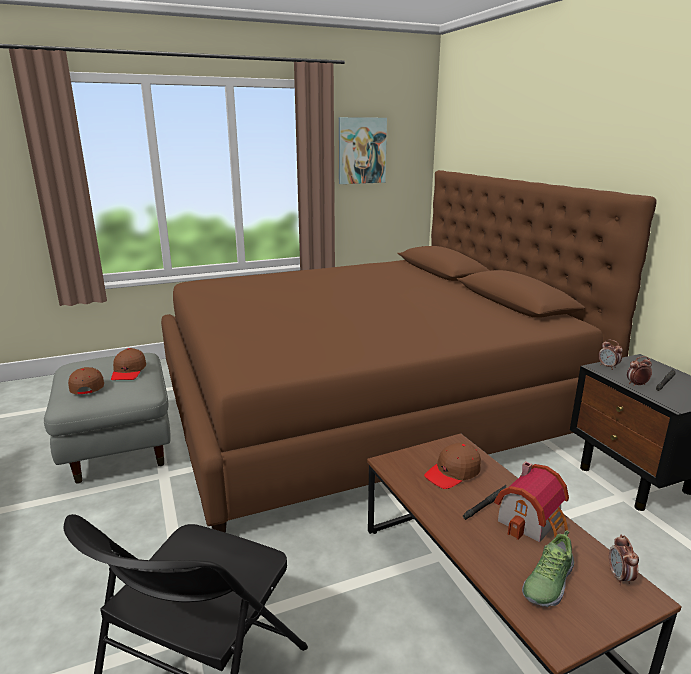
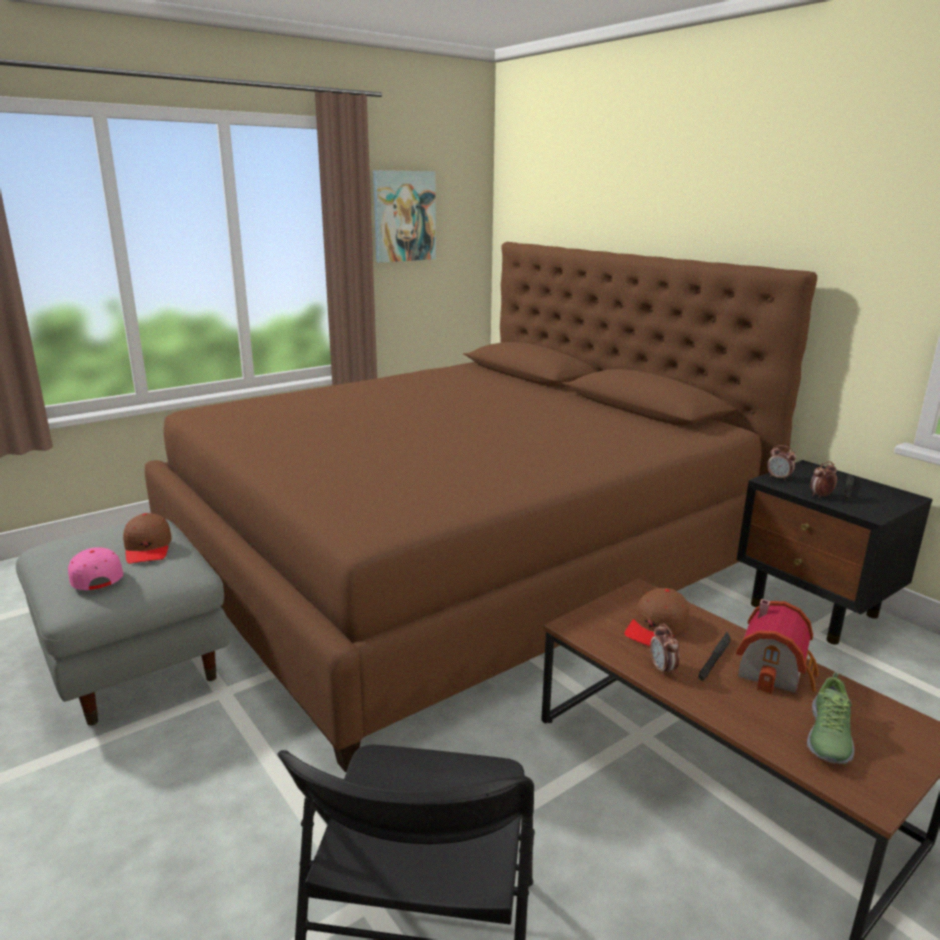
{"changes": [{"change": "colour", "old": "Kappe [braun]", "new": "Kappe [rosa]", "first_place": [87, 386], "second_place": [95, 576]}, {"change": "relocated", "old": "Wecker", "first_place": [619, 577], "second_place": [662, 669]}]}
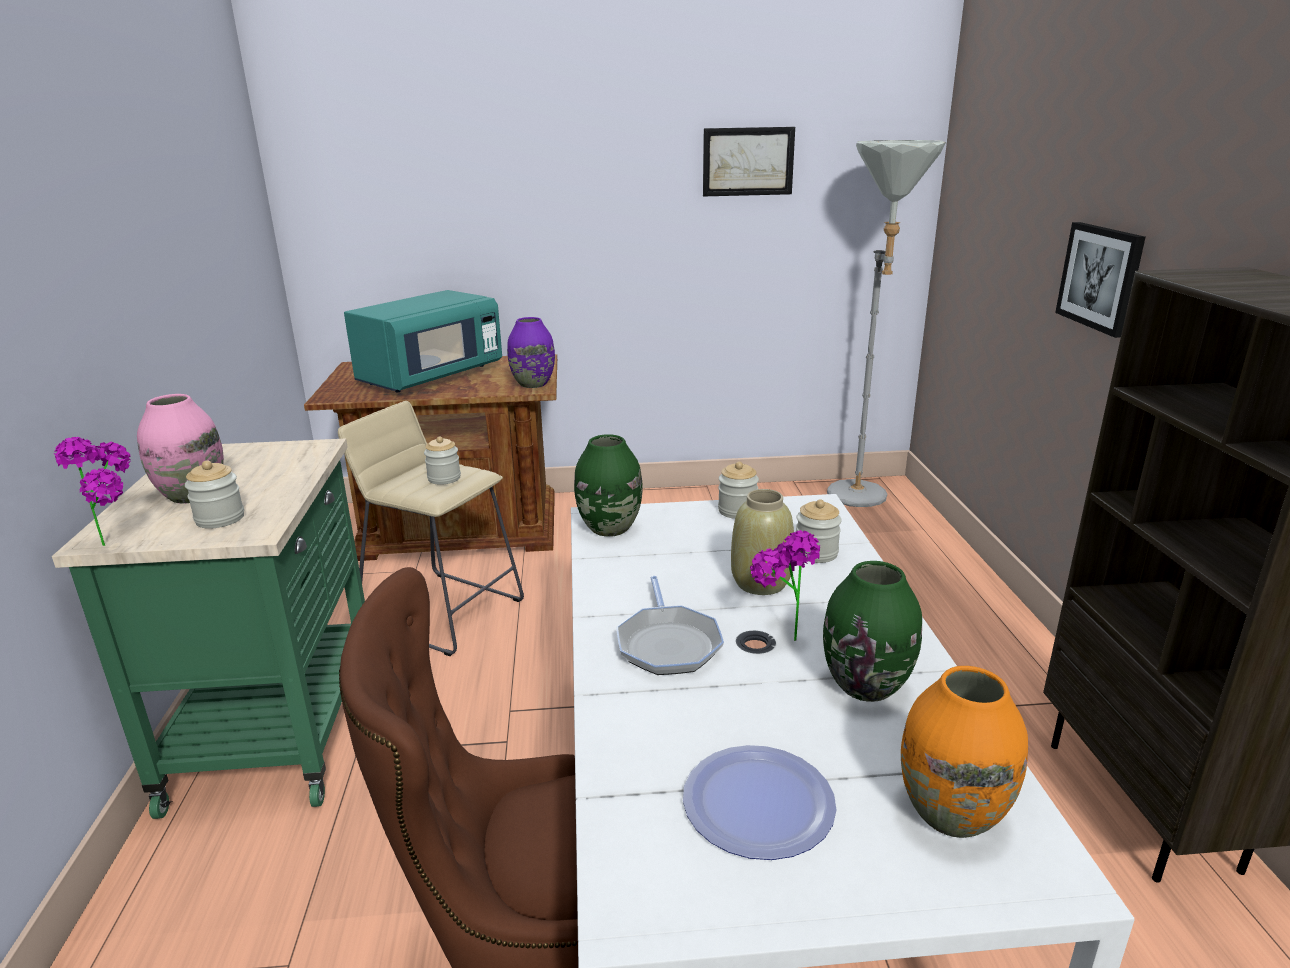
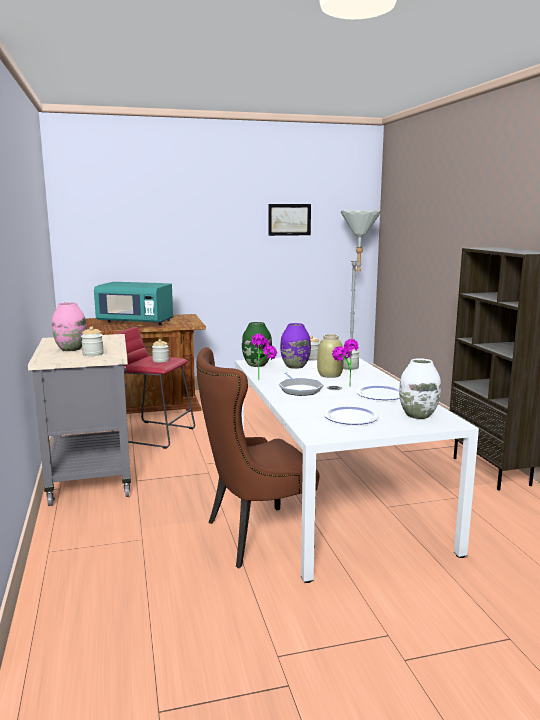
{"changes": [{"change": "missing", "old": "Bild", "first_place": [1101, 277]}, {"change": "spun", "old": "Mikrowelle [türkis]", "first_place": [430, 377], "second_place": [136, 322], "degrees": 75}, {"change": "relocated", "old": "Vase [lila]", "first_place": [532, 384], "second_place": [295, 366]}, {"change": "colour", "old": "Hocker [beige]", "new": "Hocker [rot]", "first_place": [443, 612], "second_place": [154, 434]}, {"change": "relocated", "old": "Topfpflanze", "first_place": [120, 542], "second_place": [263, 378]}, {"change": "colour", "old": "Rollwagen [grün]", "new": "Rollwagen [grau]", "first_place": [276, 730], "second_place": [90, 476]}, {"change": "exchanged", "old": "Vase [grün]", "new": "Teller", "first_place": [866, 685], "second_place": [380, 394]}, {"change": "colour", "old": "Vase [orange]", "new": "Vase [weiß]", "first_place": [950, 813], "second_place": [417, 415]}]}
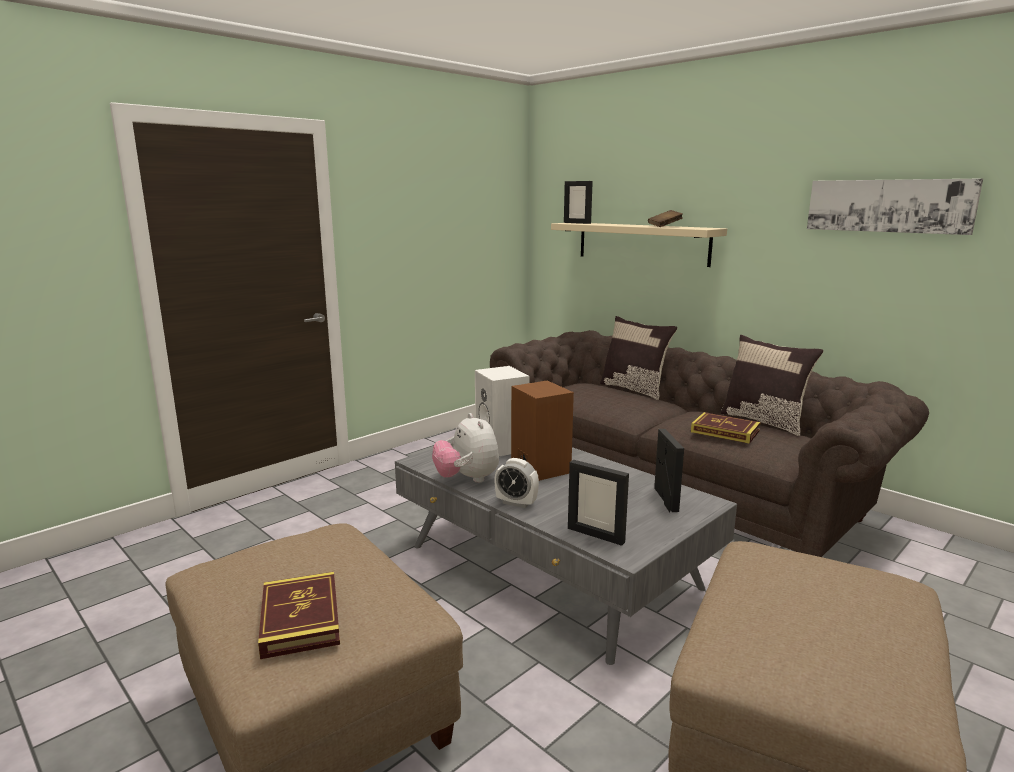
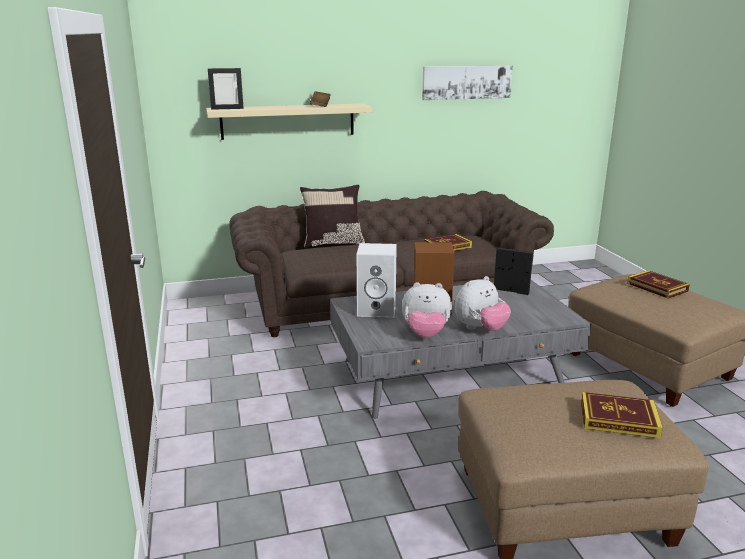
{"changes": [{"change": "missing", "old": "Kissen", "first_place": [764, 422]}, {"change": "exchanged", "old": "Wecker", "new": "Plüschtier", "first_place": [516, 503], "second_place": [480, 329]}, {"change": "missing", "old": "Bilderrahmen", "first_place": [596, 534]}, {"change": "appeared", "new": "Buch", "second_place": [657, 287]}]}
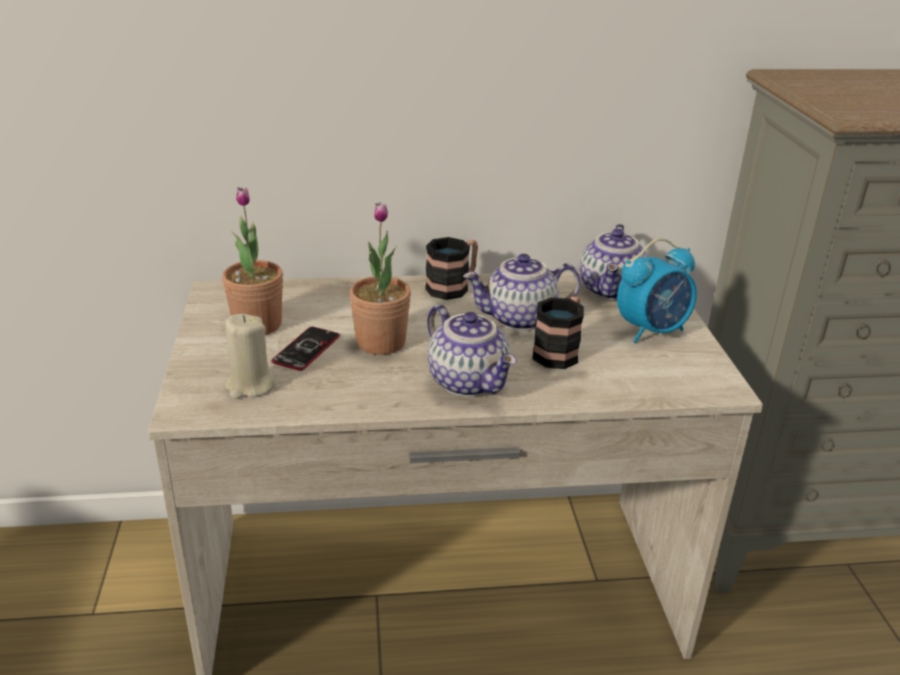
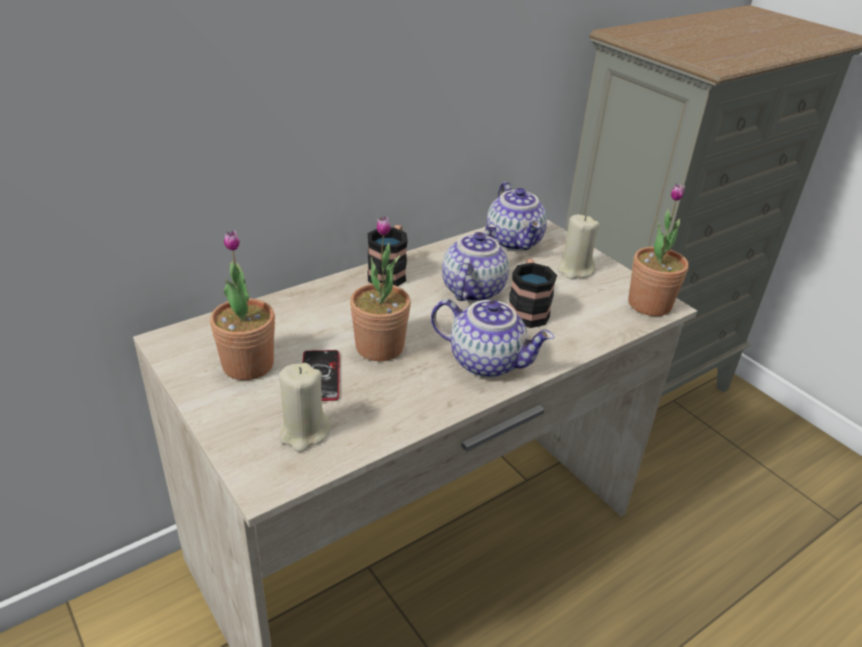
{"changes": [{"change": "exchanged", "old": "Wecker", "new": "Kerze [beige]", "first_place": [652, 331], "second_place": [575, 270]}, {"change": "spun", "old": "Teekanne", "first_place": [519, 320], "second_place": [471, 289], "degrees": 150}, {"change": "appeared", "new": "Topfpflanze", "second_place": [649, 304]}]}
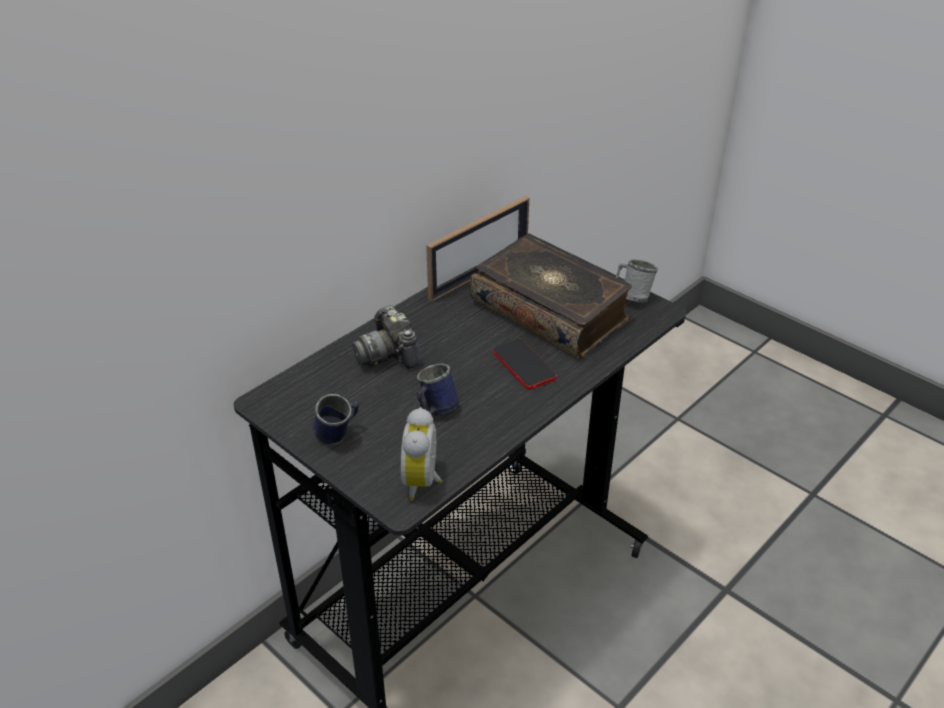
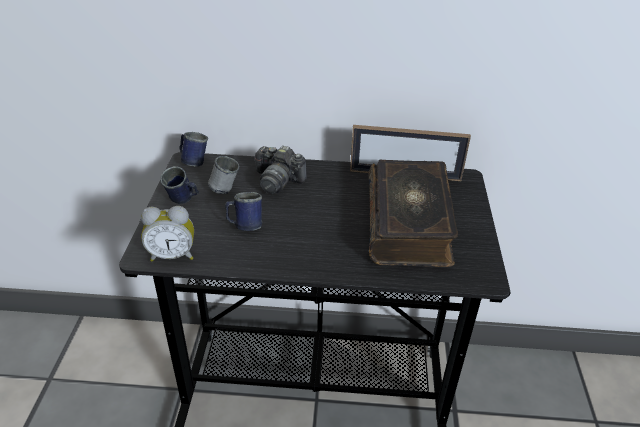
{"changes": [{"change": "relocated", "old": "Henkelbecher [grau]", "first_place": [632, 296], "second_place": [225, 187]}, {"change": "spun", "old": "Kamera", "first_place": [388, 354], "second_place": [278, 181], "degrees": -90}, {"change": "missing", "old": "Handy", "first_place": [524, 365]}, {"change": "spun", "old": "Wecker", "first_place": [424, 482], "second_place": [172, 255], "degrees": -150}, {"change": "appeared", "new": "Henkelbecher [blau]", "second_place": [193, 161]}]}
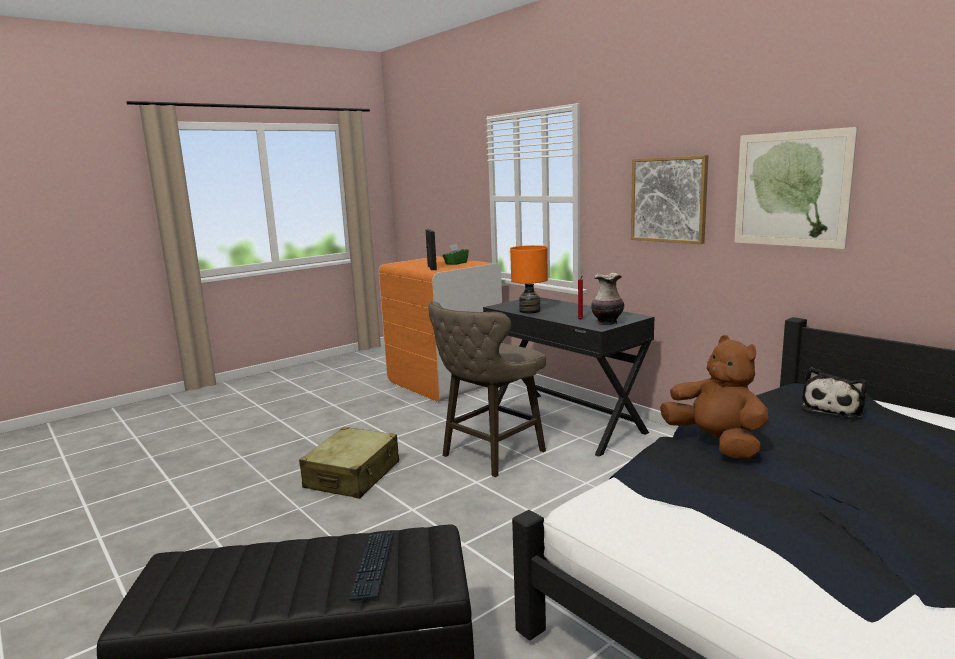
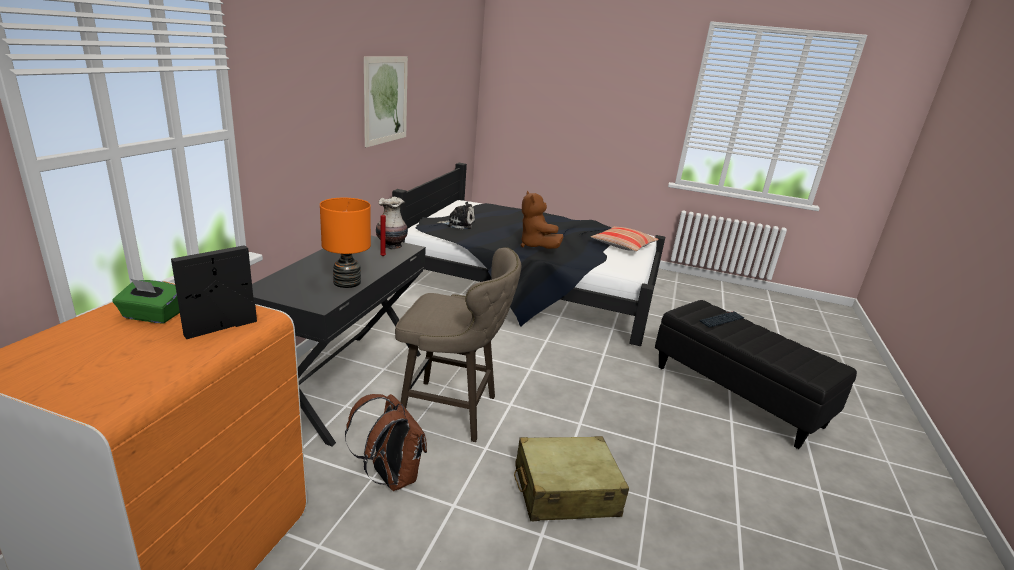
{"changes": [{"change": "missing", "old": "Bild", "first_place": [668, 199]}, {"change": "spun", "old": "Plüschtier [braun]", "first_place": [716, 443], "second_place": [536, 246], "degrees": -45}, {"change": "appeared", "new": "Kissen", "second_place": [623, 245]}, {"change": "appeared", "new": "Rucksack [braun]", "second_place": [390, 476]}]}
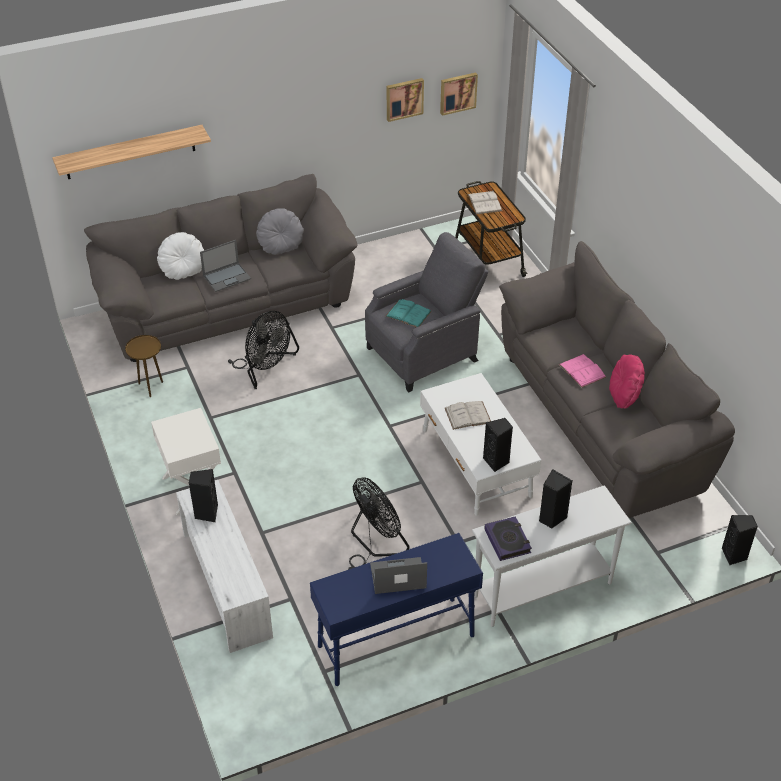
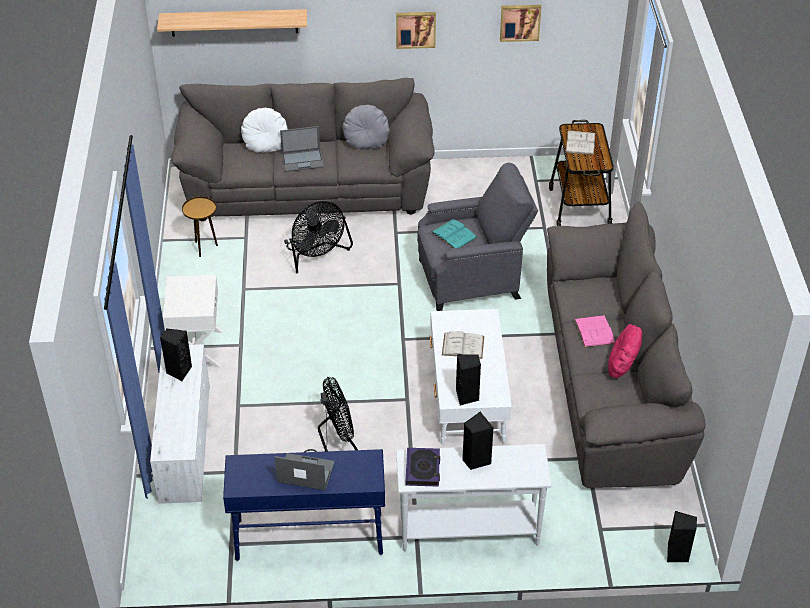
{"changes": [{"change": "relocated", "old": "Bild", "first_place": [457, 93], "second_place": [415, 29]}]}
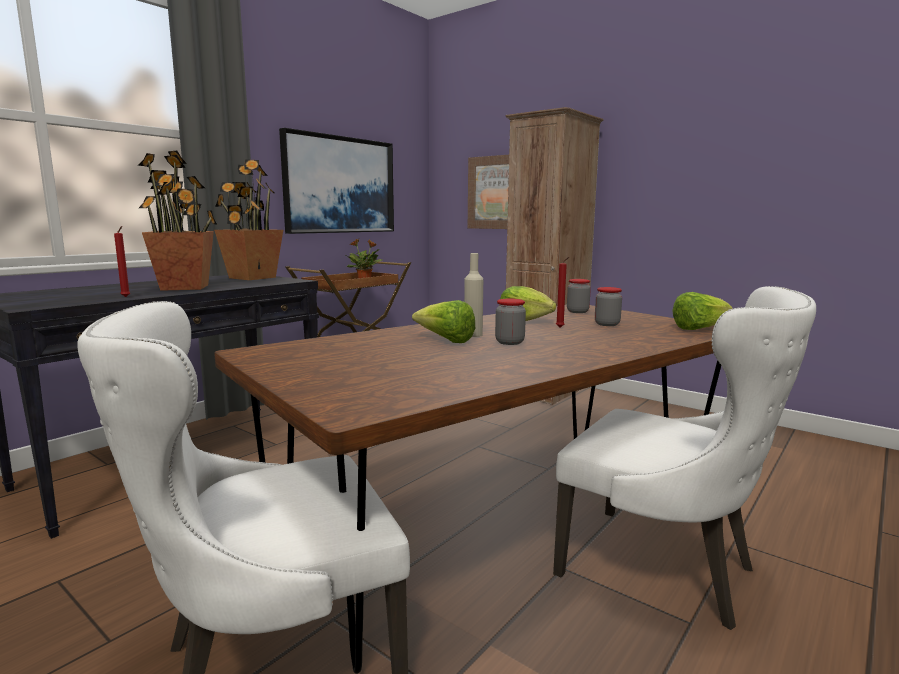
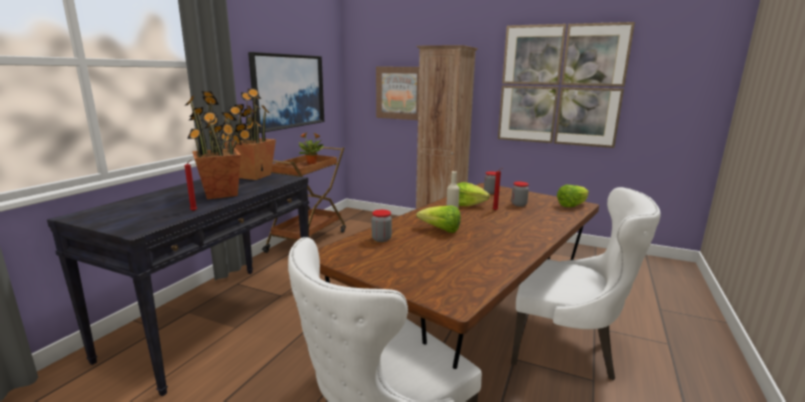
{"changes": [{"change": "relocated", "old": "Vorratsglas", "first_place": [509, 342], "second_place": [381, 239]}, {"change": "appeared", "new": "Bild", "second_place": [560, 85]}]}
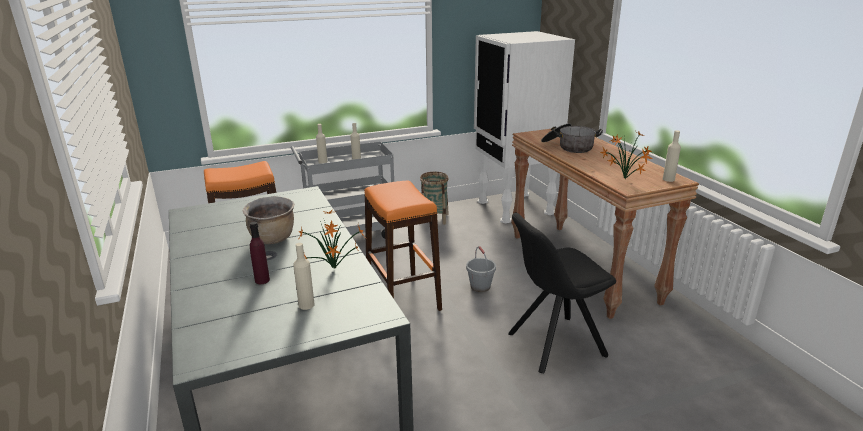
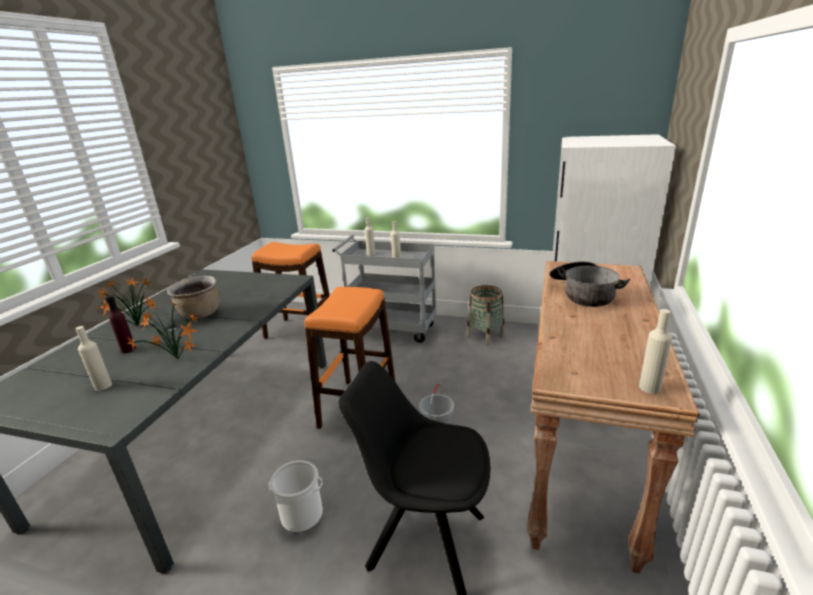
{"changes": [{"change": "relocated", "old": "Topfpflanze", "first_place": [625, 180], "second_place": [136, 327]}, {"change": "appeared", "new": "Eimer", "second_place": [302, 515]}]}
